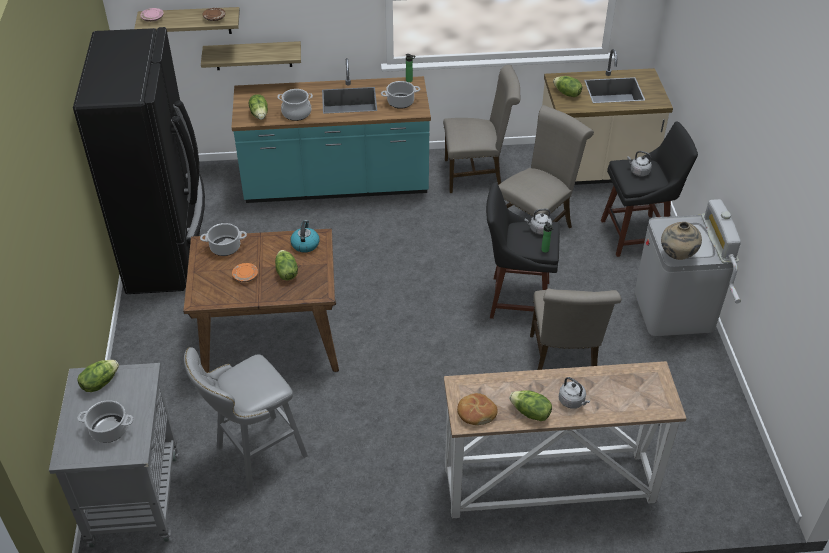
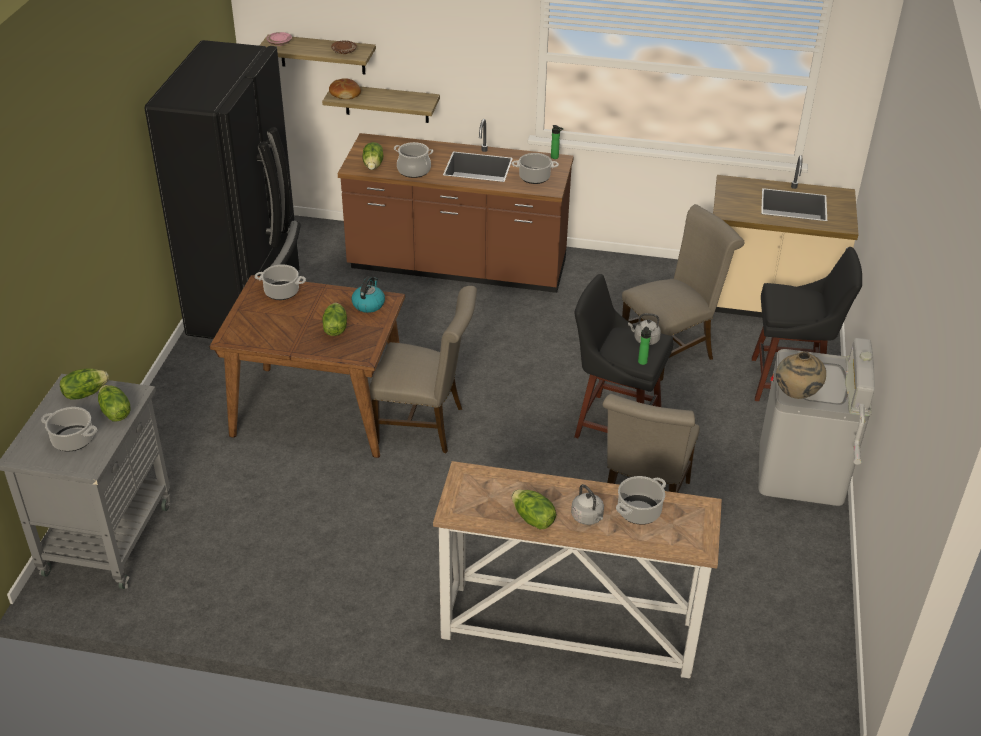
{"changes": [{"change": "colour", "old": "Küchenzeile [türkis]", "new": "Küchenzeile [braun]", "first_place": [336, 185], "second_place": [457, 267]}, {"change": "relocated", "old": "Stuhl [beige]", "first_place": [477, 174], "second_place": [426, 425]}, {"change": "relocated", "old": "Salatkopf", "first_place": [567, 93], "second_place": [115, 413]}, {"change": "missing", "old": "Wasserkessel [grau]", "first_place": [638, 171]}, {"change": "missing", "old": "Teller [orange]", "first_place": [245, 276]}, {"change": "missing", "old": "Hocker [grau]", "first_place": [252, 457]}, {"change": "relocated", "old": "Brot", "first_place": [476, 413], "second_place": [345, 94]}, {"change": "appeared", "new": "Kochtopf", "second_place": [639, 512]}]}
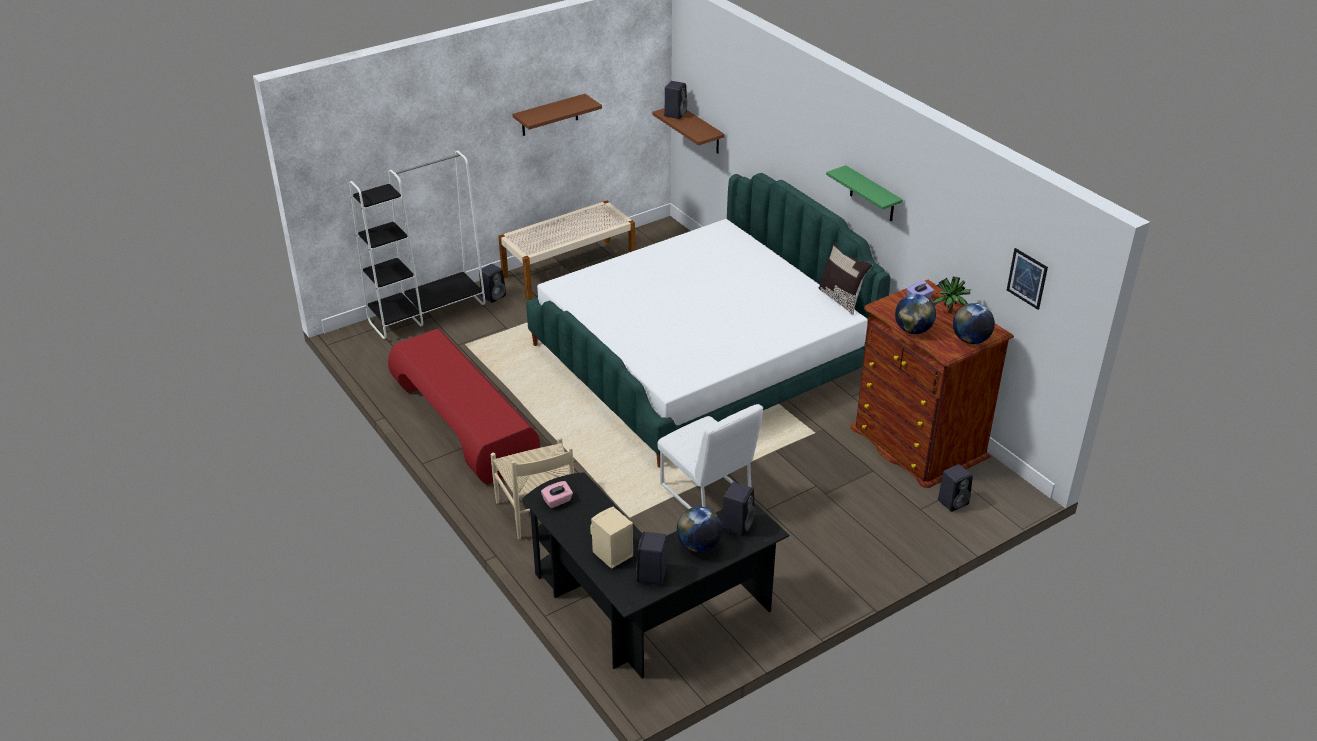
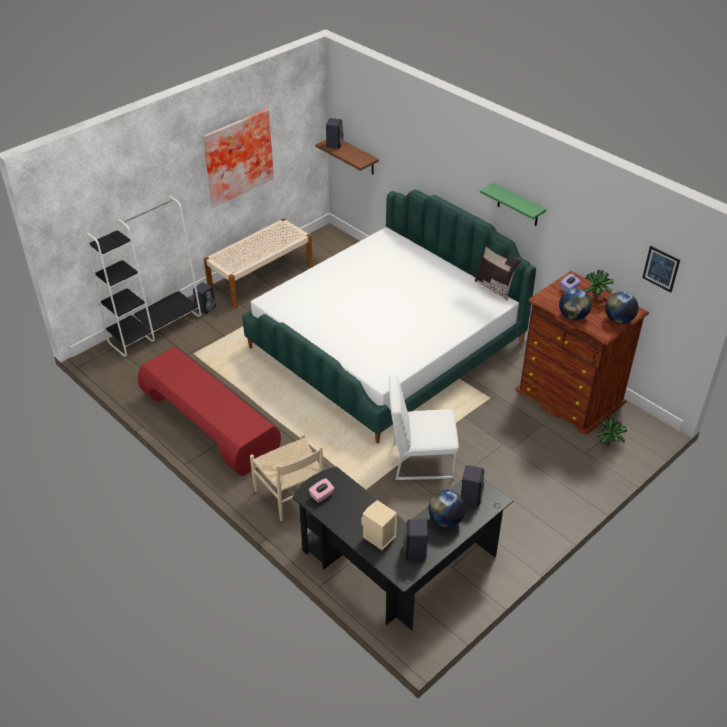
{"changes": [{"change": "exchanged", "old": "Wandregal [braun]", "new": "Bild", "first_place": [549, 115], "second_place": [237, 156]}, {"change": "spun", "old": "Stuhl [weiß]", "first_place": [707, 493], "second_place": [420, 461], "degrees": 135}, {"change": "exchanged", "old": "Lautsprecher [schwarz]", "new": "Topfpflanze", "first_place": [953, 502], "second_place": [609, 443]}]}
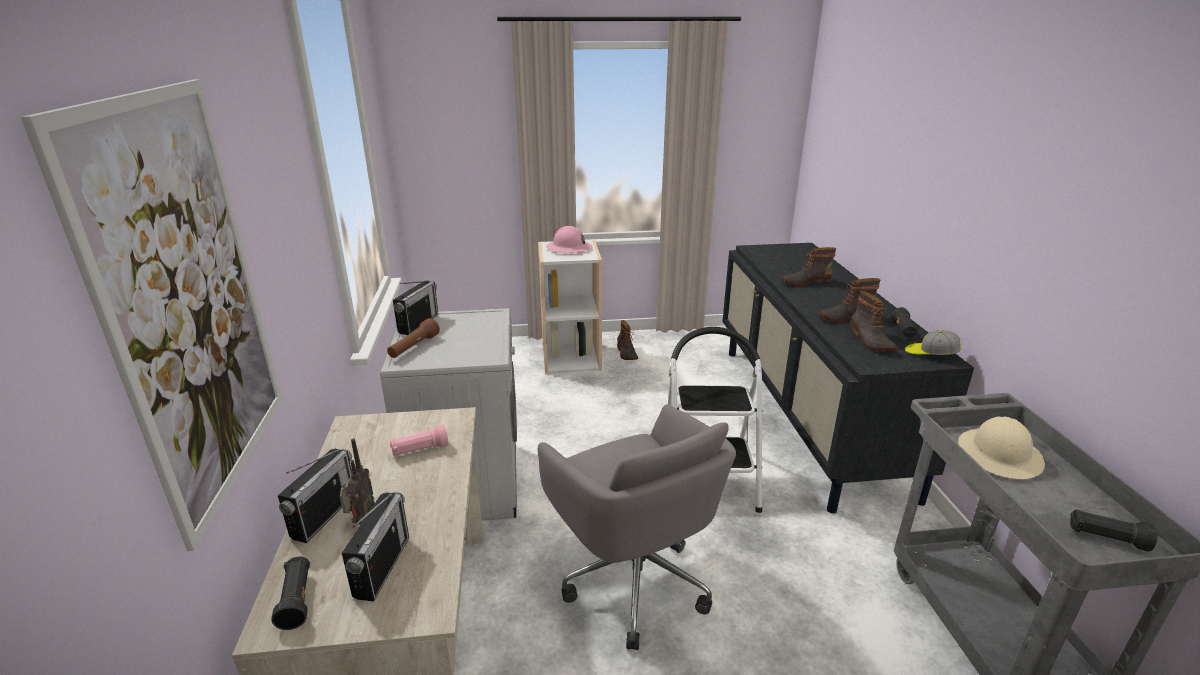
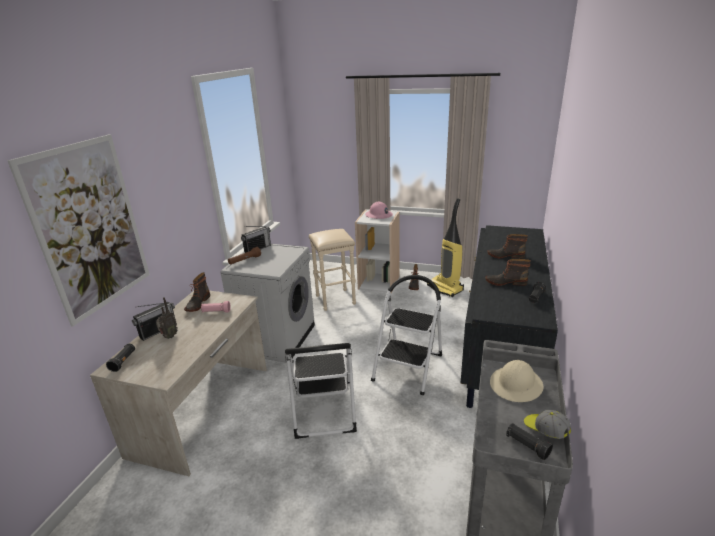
{"changes": [{"change": "relocated", "old": "Stiefel", "first_place": [870, 341], "second_place": [197, 304]}, {"change": "relocated", "old": "Kappe", "first_place": [931, 354], "second_place": [545, 430]}, {"change": "exchanged", "old": "Bürostuhl [grau]", "new": "Trittleiter", "first_place": [632, 581], "second_place": [323, 410]}, {"change": "missing", "old": "Radio", "first_place": [382, 567]}, {"change": "appeared", "new": "Staubsauger", "second_place": [445, 288]}, {"change": "appeared", "new": "Hocker [beige]", "second_place": [336, 299]}]}
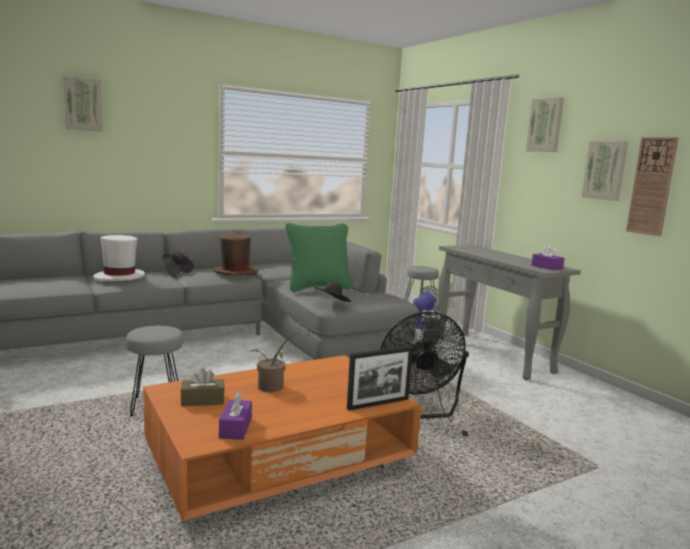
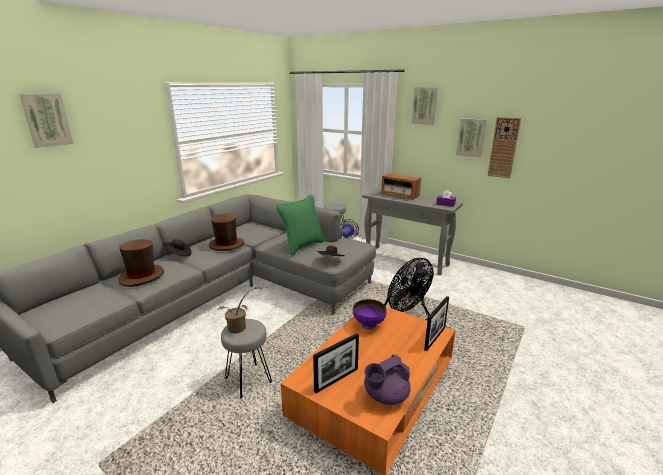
{"changes": [{"change": "colour", "old": "Hut [weiß]", "new": "Hut [braun]", "first_place": [119, 277], "second_place": [142, 276]}, {"change": "relocated", "old": "Topfpflanze", "first_place": [273, 387], "second_place": [239, 328]}, {"change": "exchanged", "old": "Taschentuchbox [braun]", "new": "Bilderrahmen", "first_place": [202, 400], "second_place": [336, 380]}, {"change": "exchanged", "old": "Taschentuchbox [lila]", "new": "Teekanne [lila]", "first_place": [235, 428], "second_place": [385, 396]}, {"change": "appeared", "new": "Radio", "second_place": [400, 195]}, {"change": "appeared", "new": "Schüssel [lila]", "second_place": [369, 325]}]}
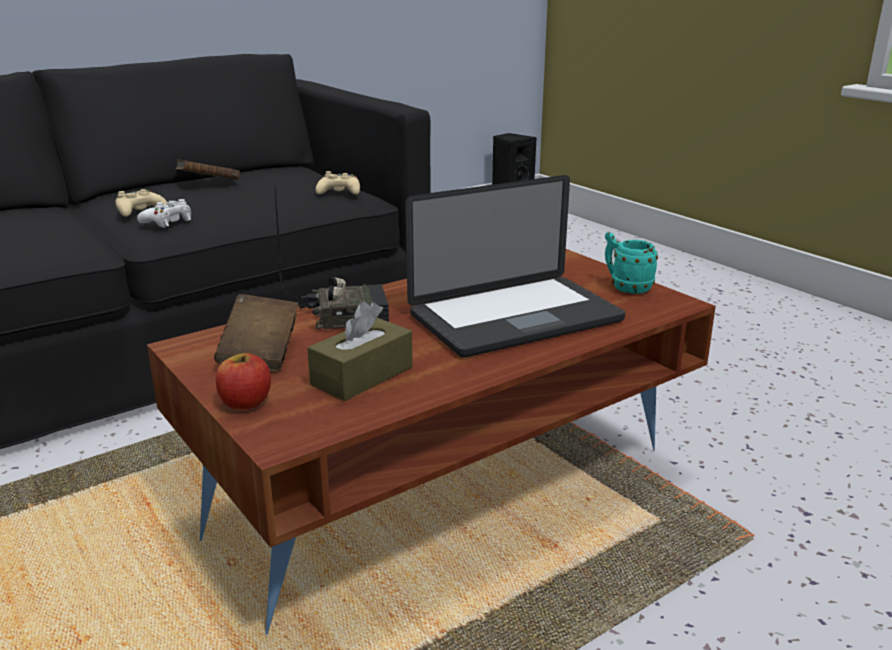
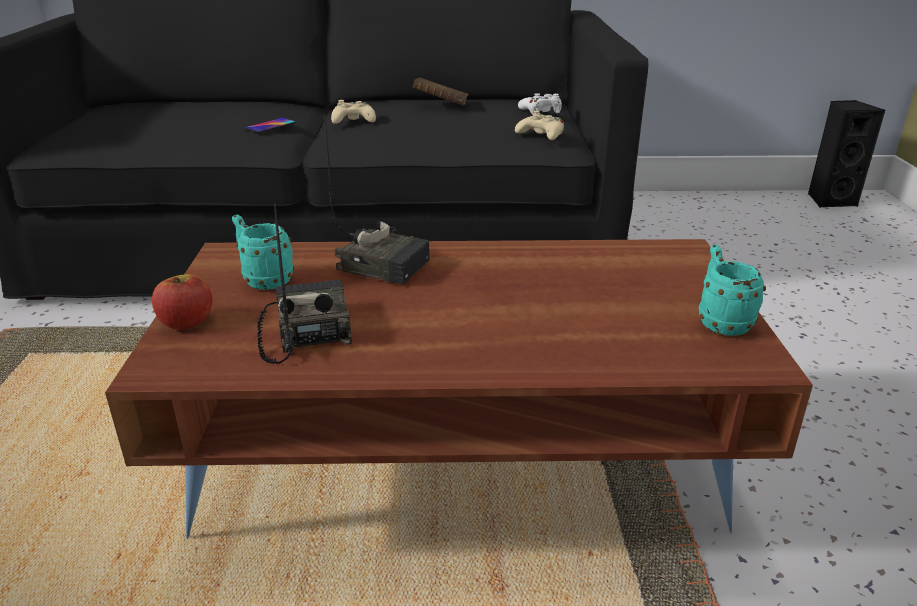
{"changes": [{"change": "missing", "old": "Laptop", "first_place": [515, 318]}, {"change": "relocated", "old": "Gamepad [weiß]", "first_place": [168, 221], "second_place": [541, 111]}, {"change": "exchanged", "old": "Buch [braun]", "new": "Henkelbecher [türkis]", "first_place": [260, 354], "second_place": [263, 279]}, {"change": "exchanged", "old": "Taschentuchbox [braun]", "new": "Radio", "first_place": [362, 376], "second_place": [306, 331]}, {"change": "appeared", "new": "Handy", "second_place": [270, 126]}]}
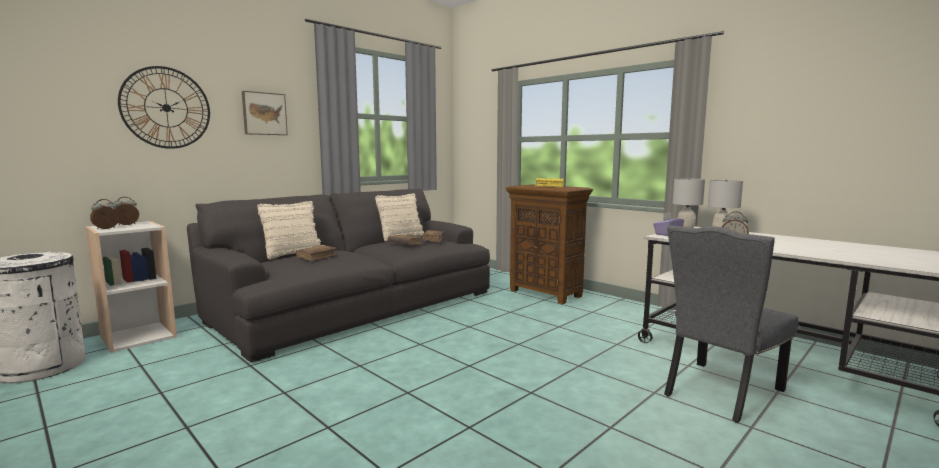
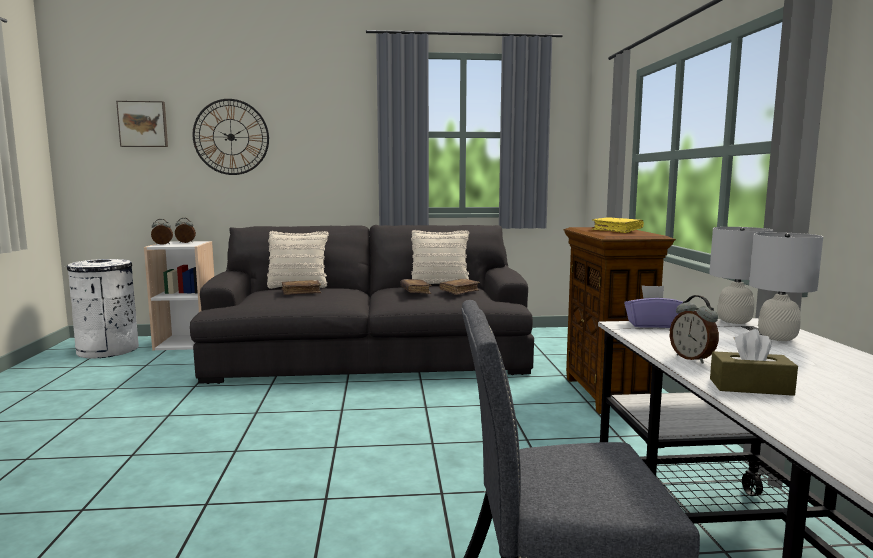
{"changes": [{"change": "relocated", "old": "Bild", "first_place": [264, 114], "second_place": [143, 124]}, {"change": "appeared", "new": "Taschentuchbox [braun]", "second_place": [750, 387]}]}
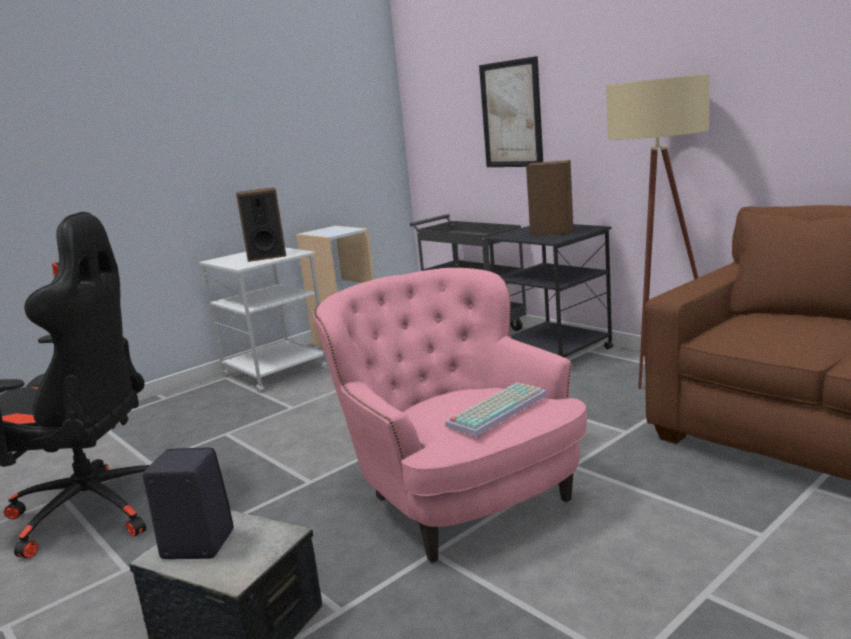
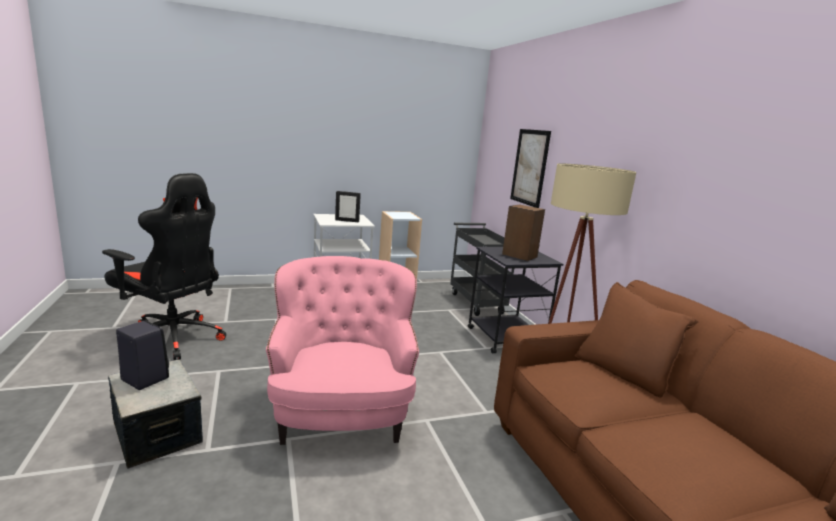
{"changes": [{"change": "exchanged", "old": "Lautsprecher", "new": "Bilderrahmen", "first_place": [266, 256], "second_place": [347, 220]}, {"change": "missing", "old": "Tastatur", "first_place": [497, 409]}]}
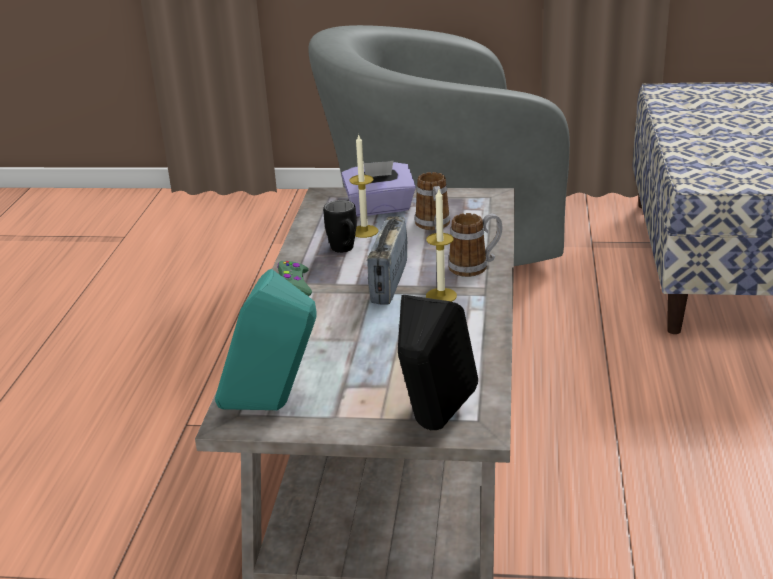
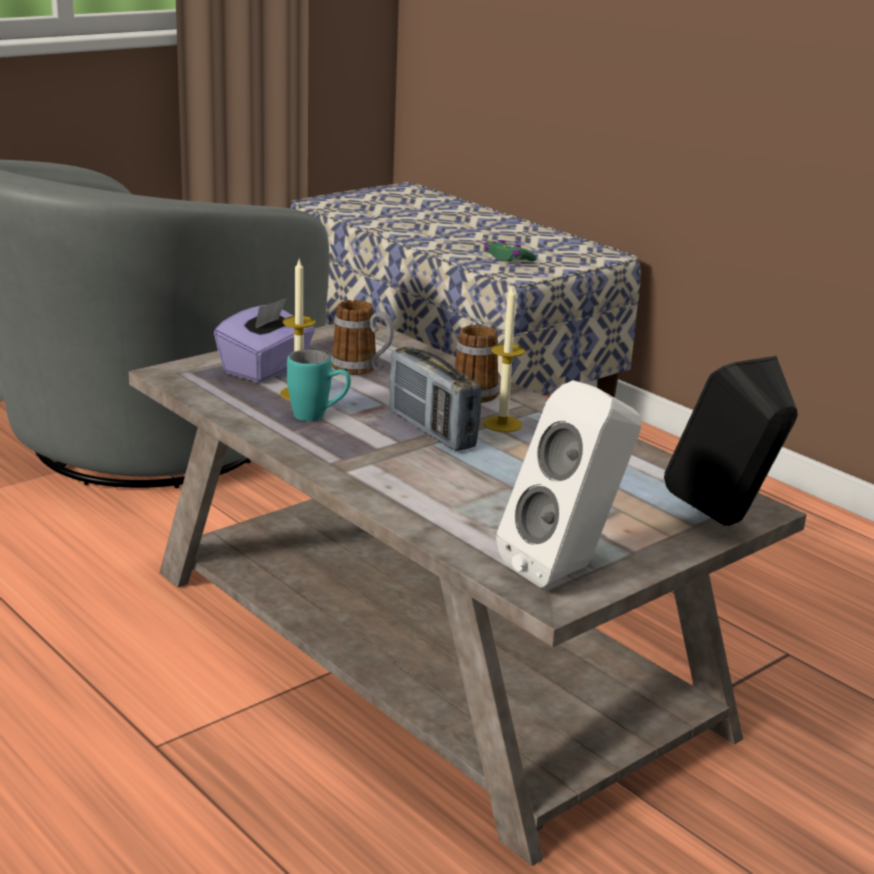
{"changes": [{"change": "colour", "old": "Henkelbecher [schwarz]", "new": "Henkelbecher [türkis]", "first_place": [345, 251], "second_place": [319, 417]}, {"change": "relocated", "old": "Gamepad [grün]", "first_place": [294, 285], "second_place": [507, 258]}, {"change": "colour", "old": "Lautsprecher [türkis]", "new": "Lautsprecher [weiß]", "first_place": [273, 408], "second_place": [567, 570]}]}
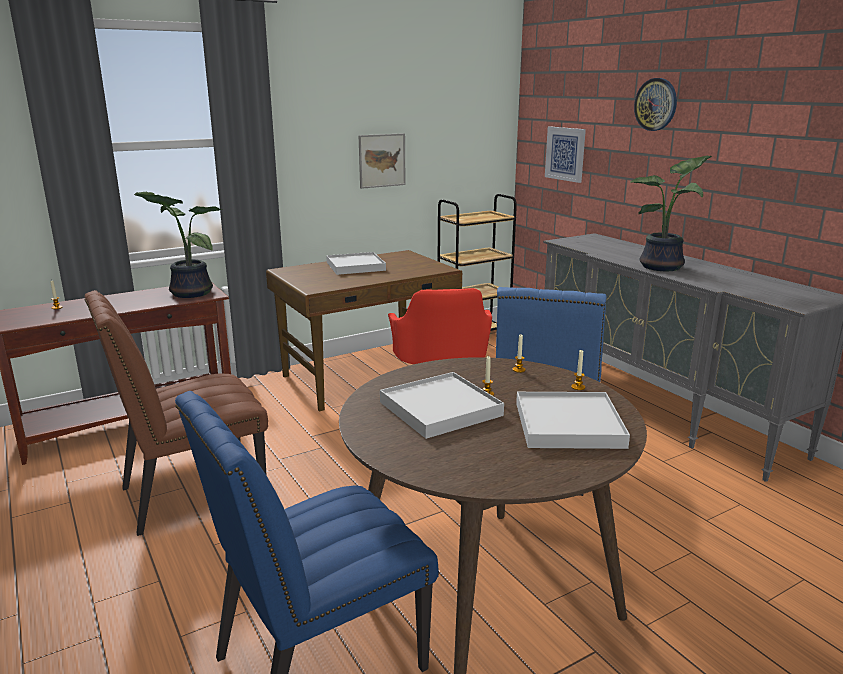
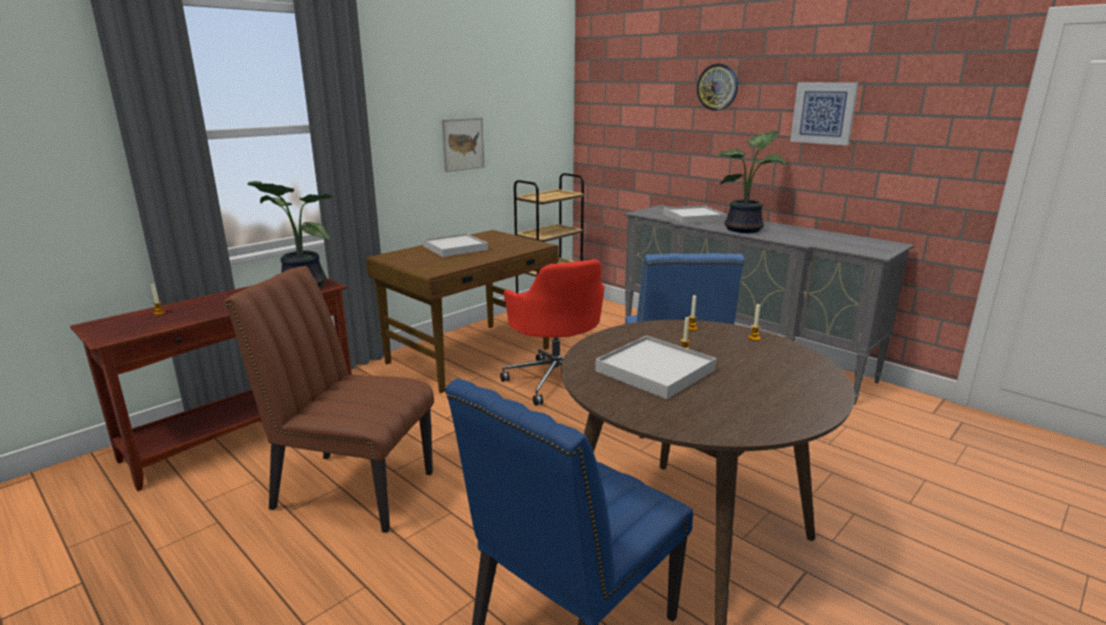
{"changes": [{"change": "relocated", "old": "Bild", "first_place": [565, 154], "second_place": [823, 113]}, {"change": "spun", "old": "Stuhl [braun]", "first_place": [195, 492], "second_place": [355, 490], "degrees": 60}, {"change": "relocated", "old": "Tablett [weiß]", "first_place": [568, 425], "second_place": [693, 217]}]}
